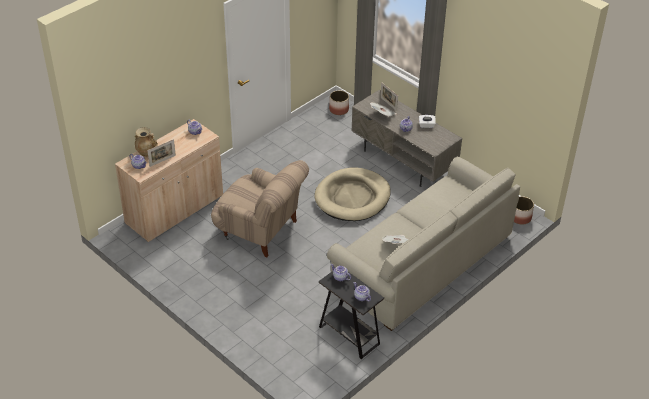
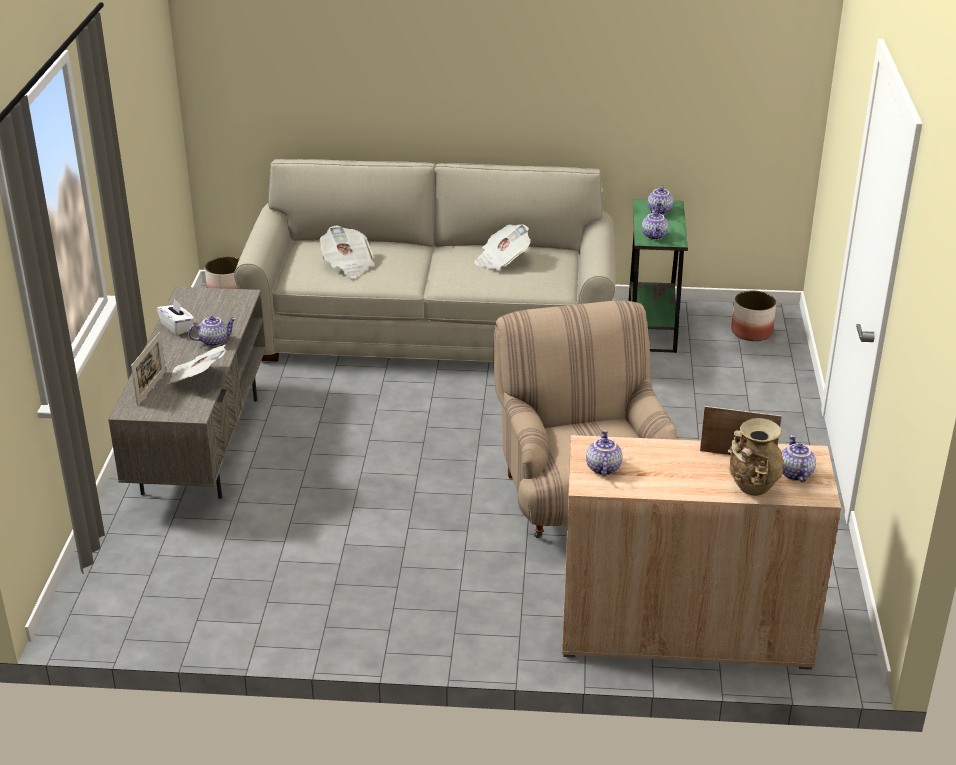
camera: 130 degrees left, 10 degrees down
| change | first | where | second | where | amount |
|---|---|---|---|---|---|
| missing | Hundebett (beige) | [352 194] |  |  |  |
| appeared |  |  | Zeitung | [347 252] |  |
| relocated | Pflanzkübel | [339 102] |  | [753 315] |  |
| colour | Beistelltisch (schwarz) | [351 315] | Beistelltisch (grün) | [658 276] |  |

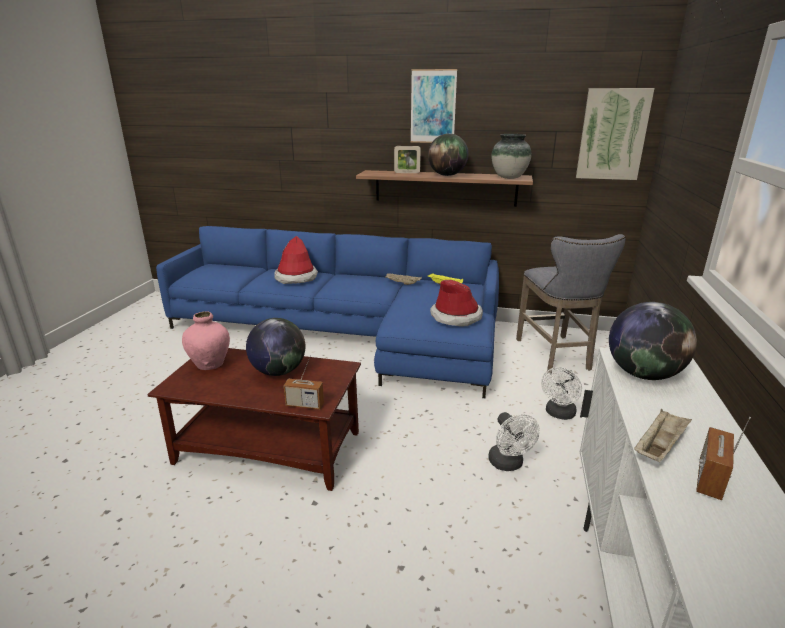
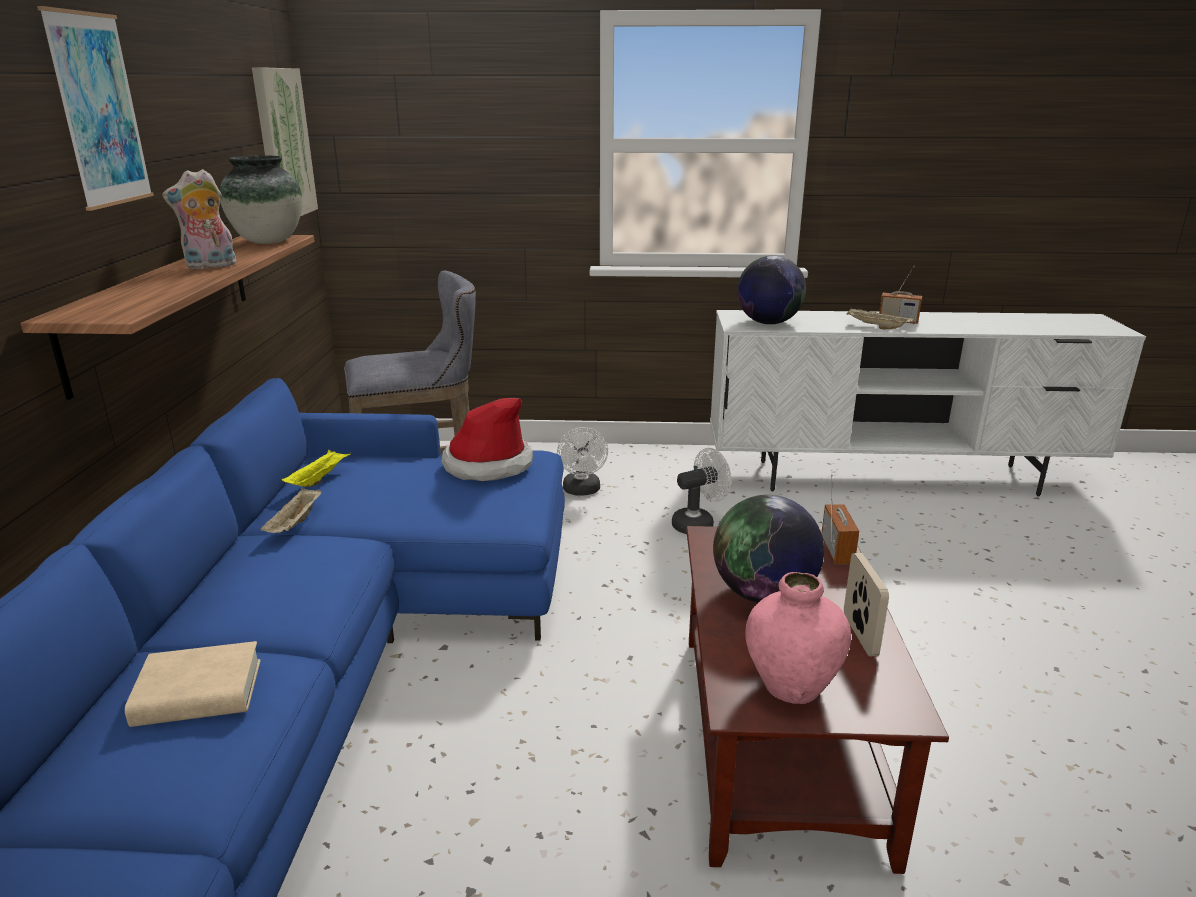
camera: 100 degrees left, 0 degrees up
| change | first | where | second | where | amount |
|---|---|---|---|---|---|
| relocated | Bilderrahmen | [407 159] |  | [866 604] |  |
| exchanged | Hut | [296 260] | Buch (beige) | [193 684] |  |
| exchanged | Globus | [448 154] | Plüschtier | [199 219] |  |
| spun | Ventilator (weiß) | [561 393] |  | [582 461] | 60 degrees clockwise |

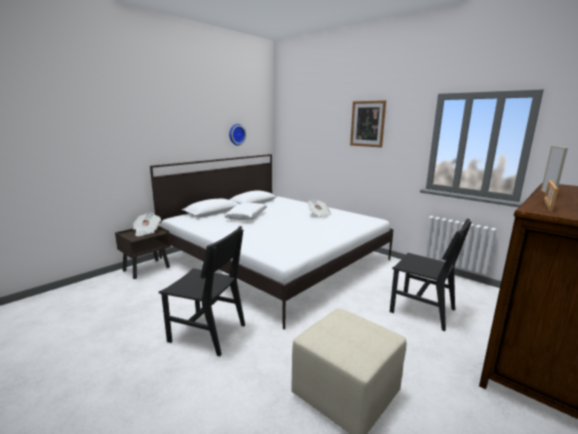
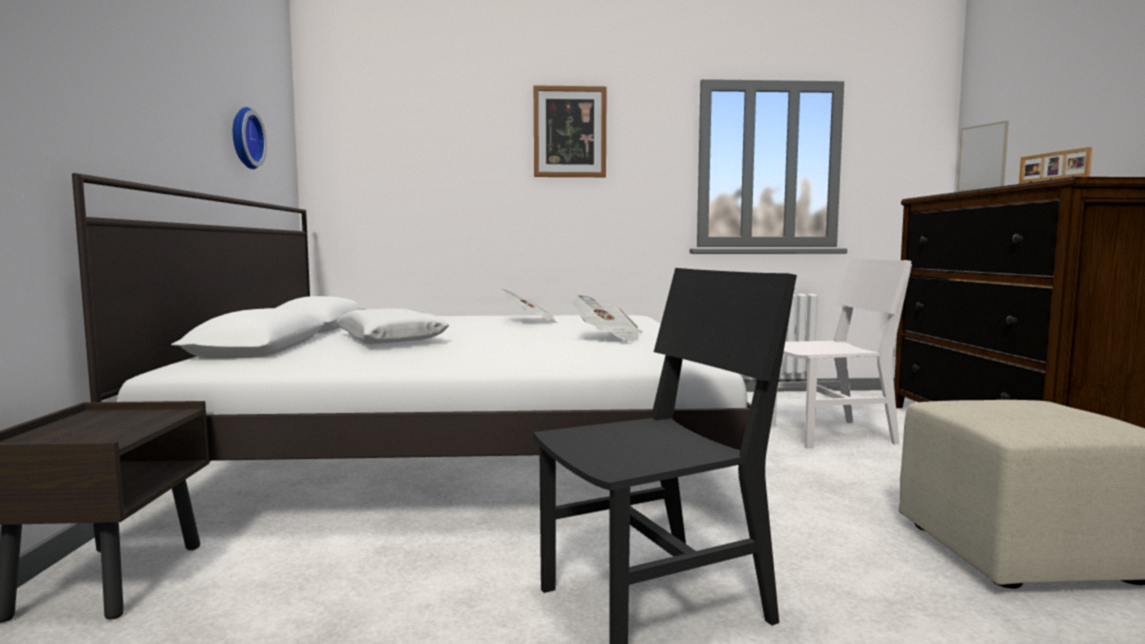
camera: 45 degrees left, 10 degrees down
| change | first | where | second | where | amount |
|---|---|---|---|---|---|
| relocated | Zeitung | [147 224] |  | [607 318] |  |
| colour | Stuhl (schwarz) | [431 274] | Stuhl (weiß) | [841 353] |  |

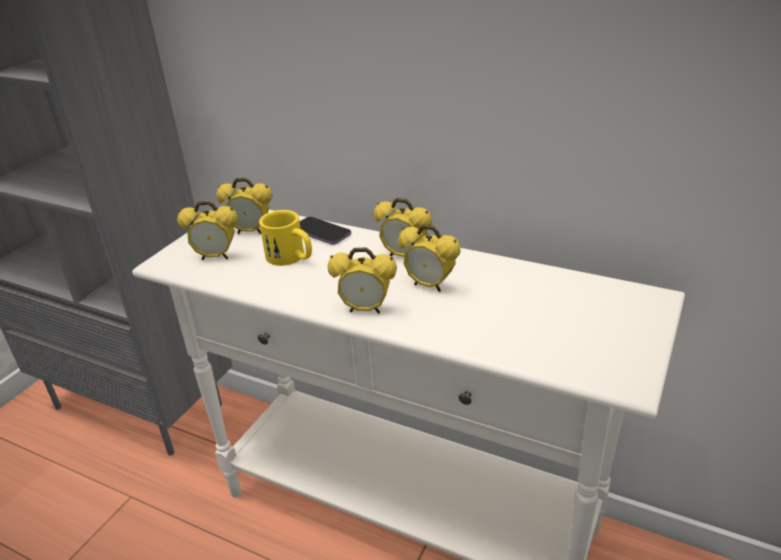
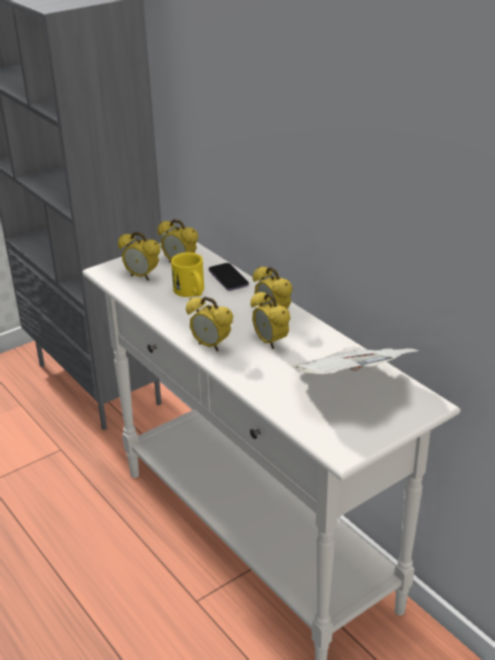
camera: 25 degrees right, 0 degrees up
| change | first | where | second | where | amount |
|---|---|---|---|---|---|
| appeared |  |  | Zeitung | [355 360] |  |

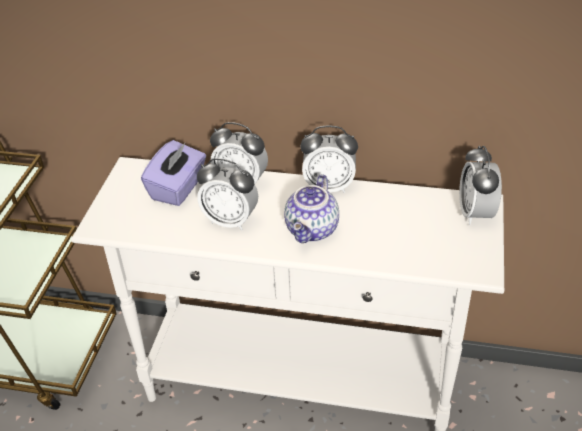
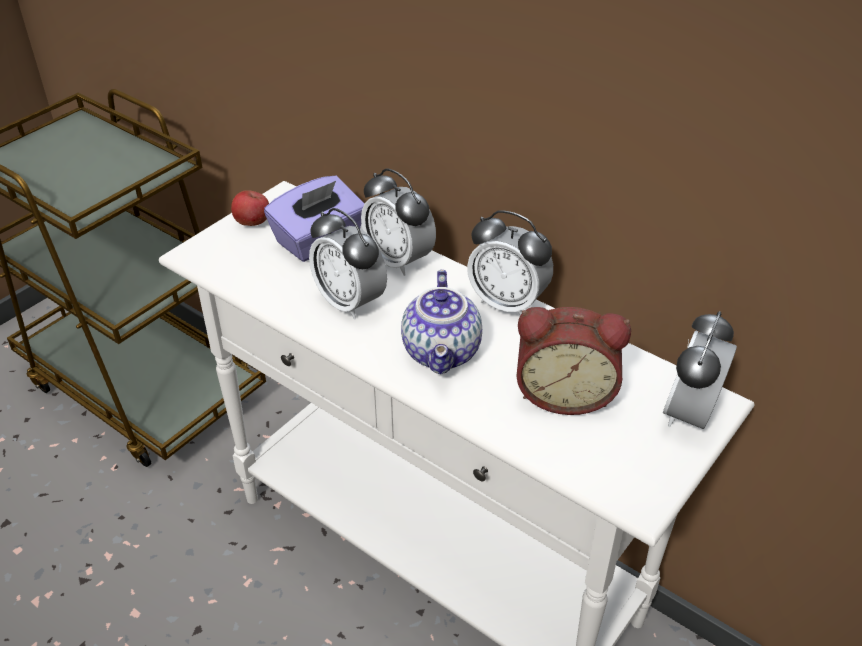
camera: 25 degrees right, 0 degrees up
| change | first | where | second | where | amount |
|---|---|---|---|---|---|
| appeared |  |  | Apfel | [250 208] |  |
| appeared |  |  | Wecker | [573 361] |  |
| spun | Teekanne | [311 208] |  | [441 322] | 45 degrees counterclockwise |

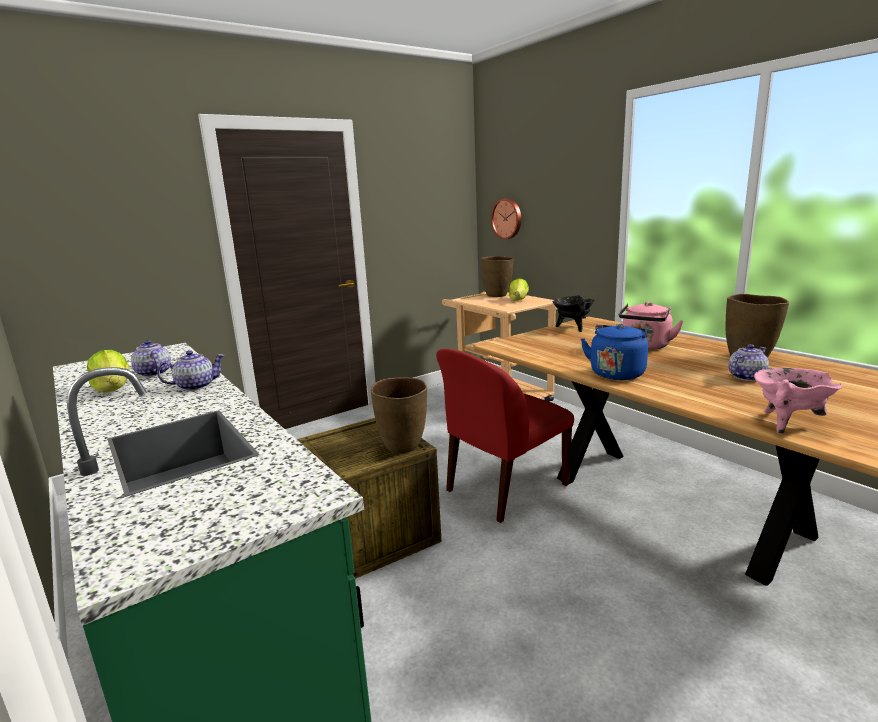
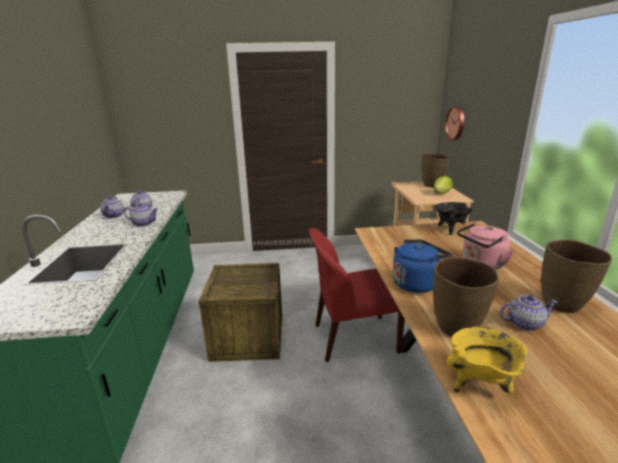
camera: 30 degrees right, 5 degrees up
| change | first | where | second | where | amount |
|---|---|---|---|---|---|
| relocated | Vase (braun) | [399 415] |  | [466 297] |  |
| exchanged | Salatkopf | [108 371] | Teekanne | [112 207] |  |
| colour | Kochtopf (rosa) | [798 401] | Kochtopf (gelb) | [487 360] |  |

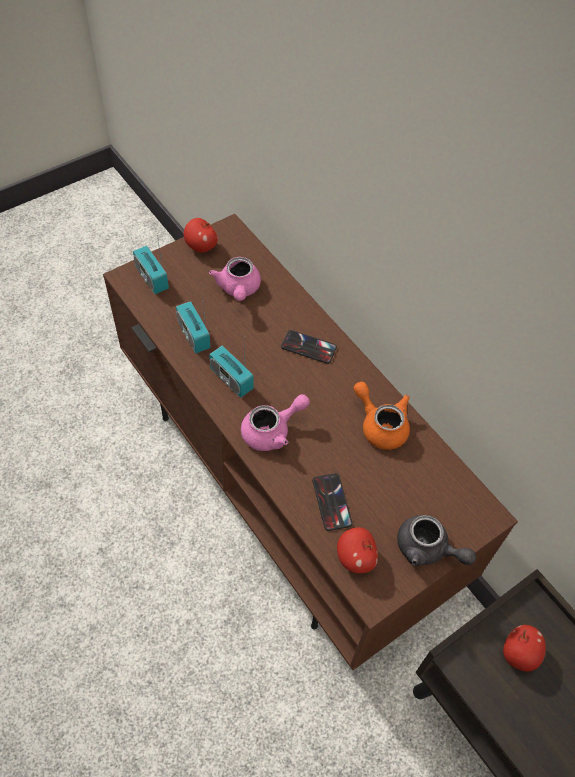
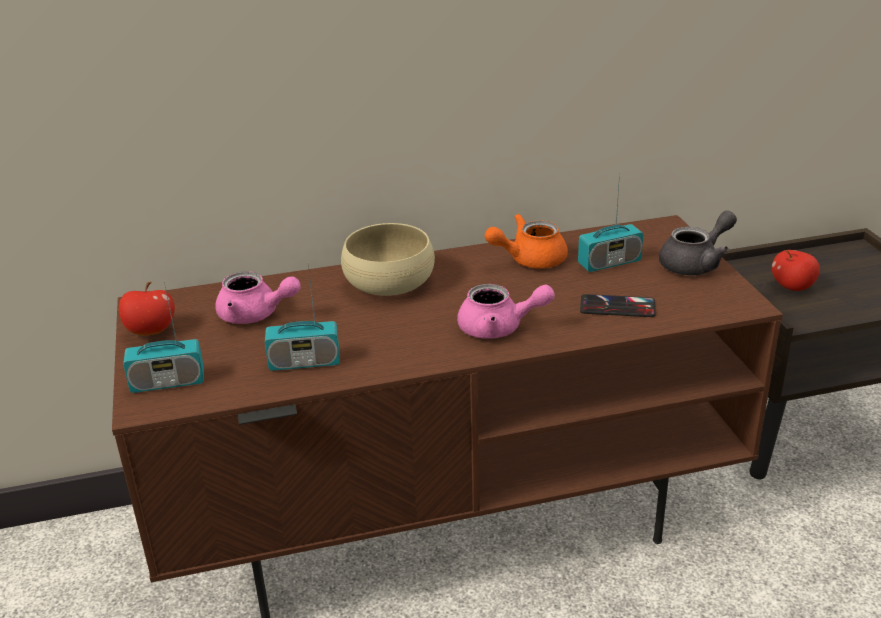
camera: 65 degrees left, 25 degrees down
| change | first | where | second | where | amount |
|---|---|---|---|---|---|
| missing | Apfel | [357 550] |  |  |  |
| relocated | Radio | [231 369] |  | [610 222] |  |
| exchanged | Handy | [309 347] | Schüssel (beige) | [388 259] |  |
| spun | Teekanne (rosa) | [275 422] |  | [506 311] | 105 degrees clockwise |

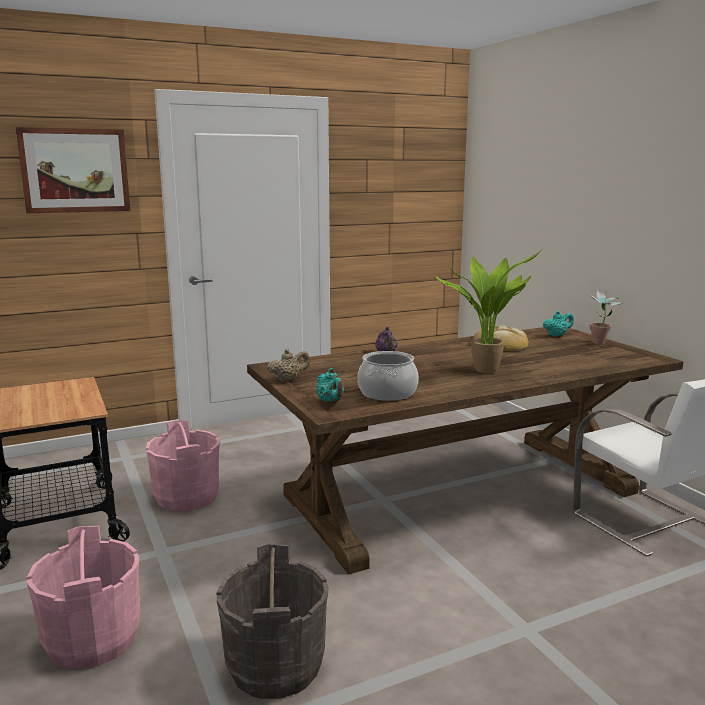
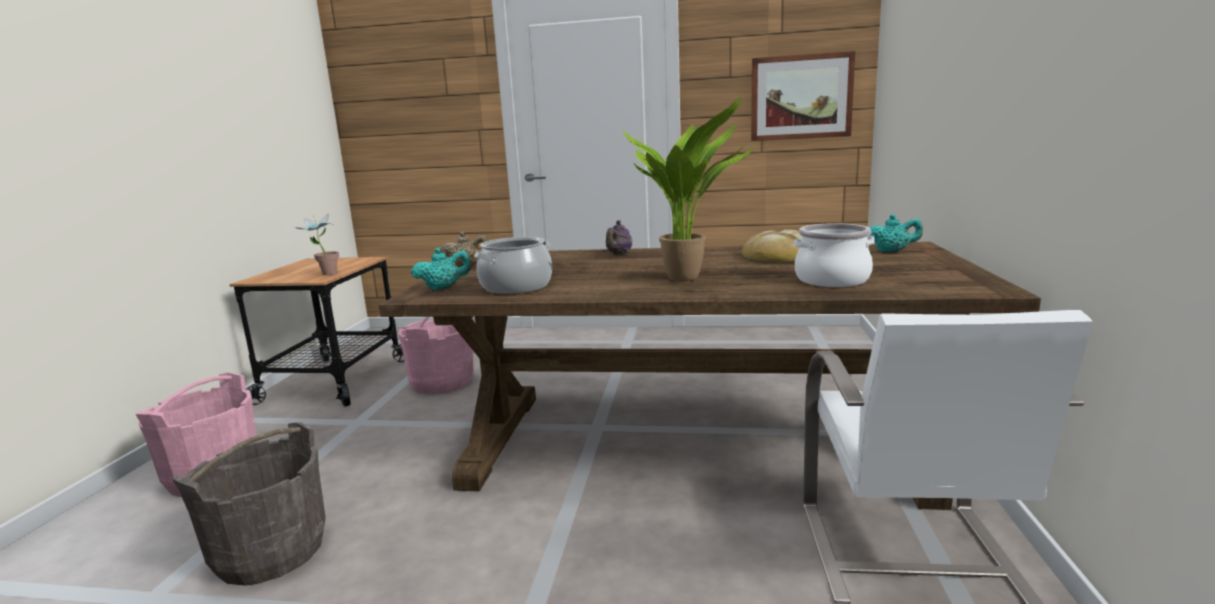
camera: 35 degrees right, 0 degrees up
| change | first | where | second | where | amount |
|---|---|---|---|---|---|
| appeared |  |  | Kochtopf | [834 255] |  |
| relocated | Bild | [73 170] |  | [803 96] |  |
| relocated | Topfpflanze | [605 317] |  | [317 244] |  |
| spun | Teekanne (türkis) | [330 385] |  | [441 269] | 120 degrees counterclockwise |

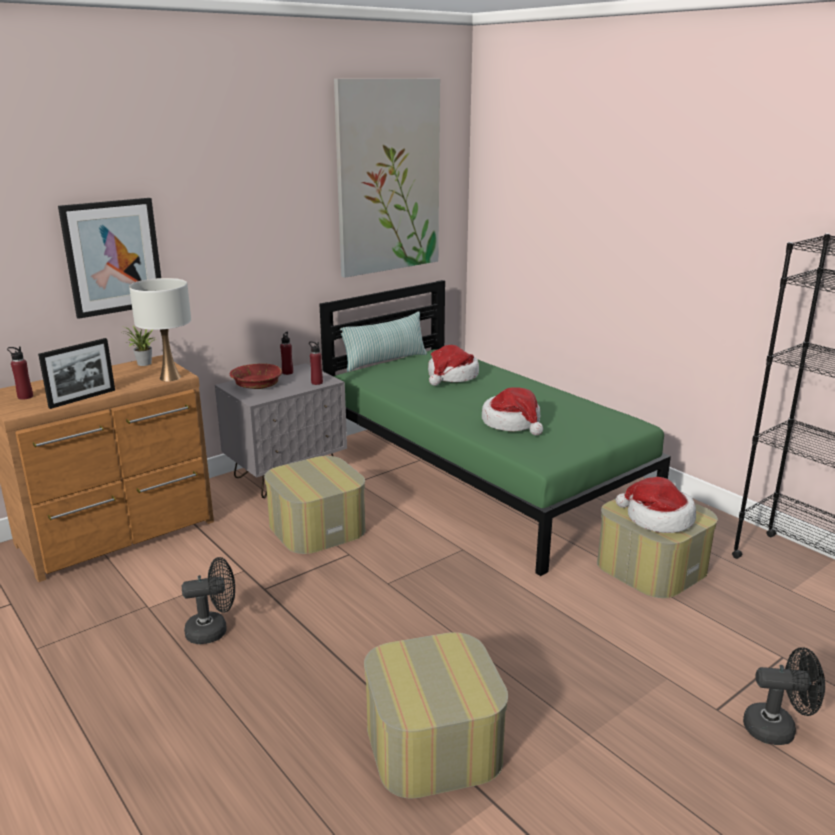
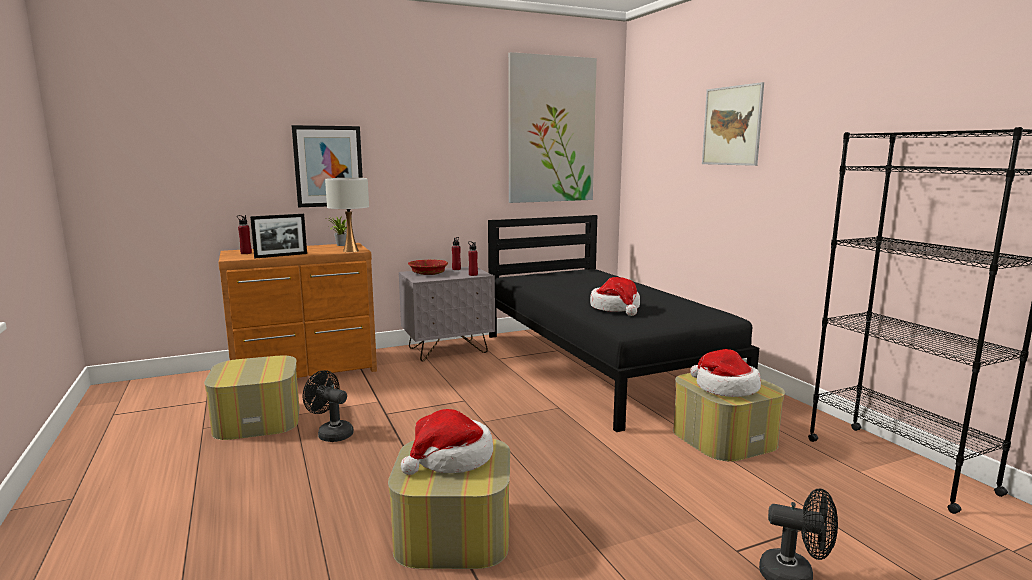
camera: 15 degrees right, 10 degrees down
| change | first | where | second | where | amount |
|---|---|---|---|---|---|
| missing | Kissen | [383 342] |  |  |  |
| appeared |  |  | Bild | [733 124] |  |
| relocated | Polsterhocker | [315 505] |  | [252 398] |  |
| relocated | Hut | [453 365] |  | [447 442] |  |
| colour | Bett (grün) | [495 428] | Bett (schwarz) | [623 323] |  |
| spun | Ventilator (schwarz) | [208 600] |  | [328 406] | 150 degrees counterclockwise |

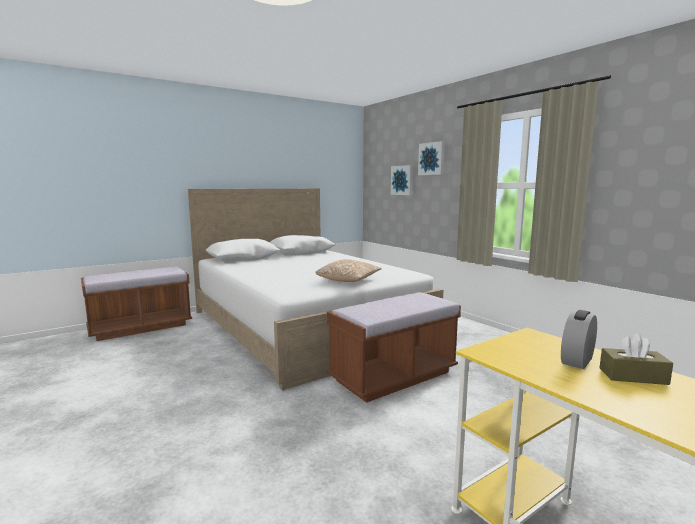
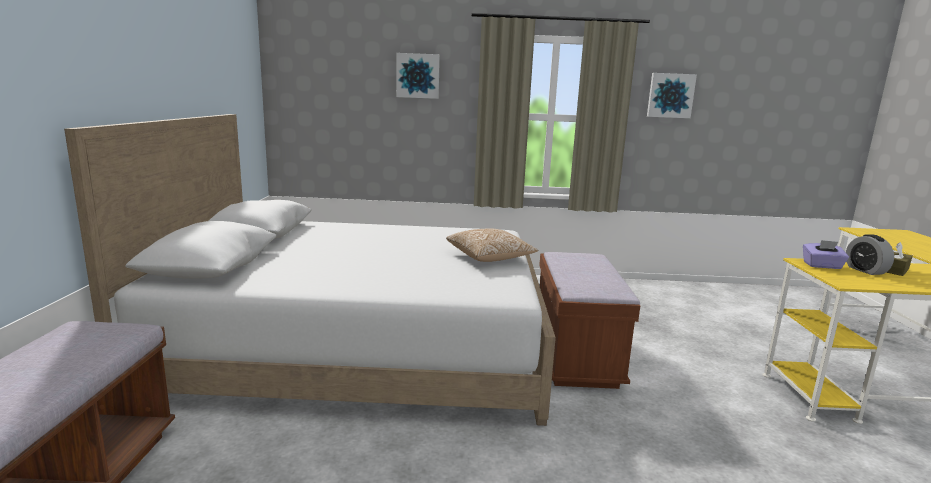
camera: 55 degrees left, 5 degrees up
| change | first | where | second | where | amount |
|---|---|---|---|---|---|
| appeared |  |  | Taschentuchbox (lila) | [826 254] |  |
| relocated | Bild | [402 180] |  | [672 95] |  |

